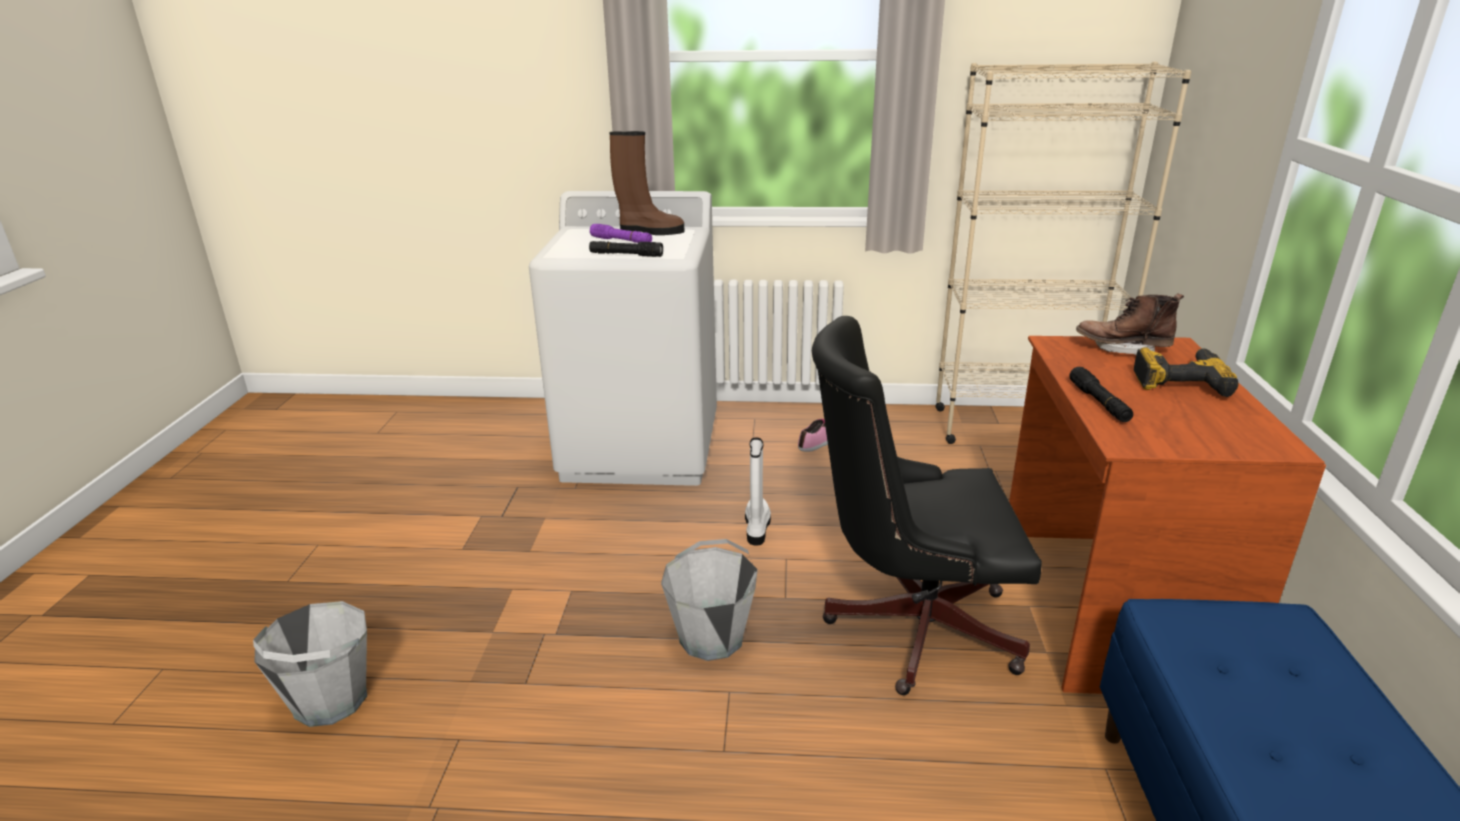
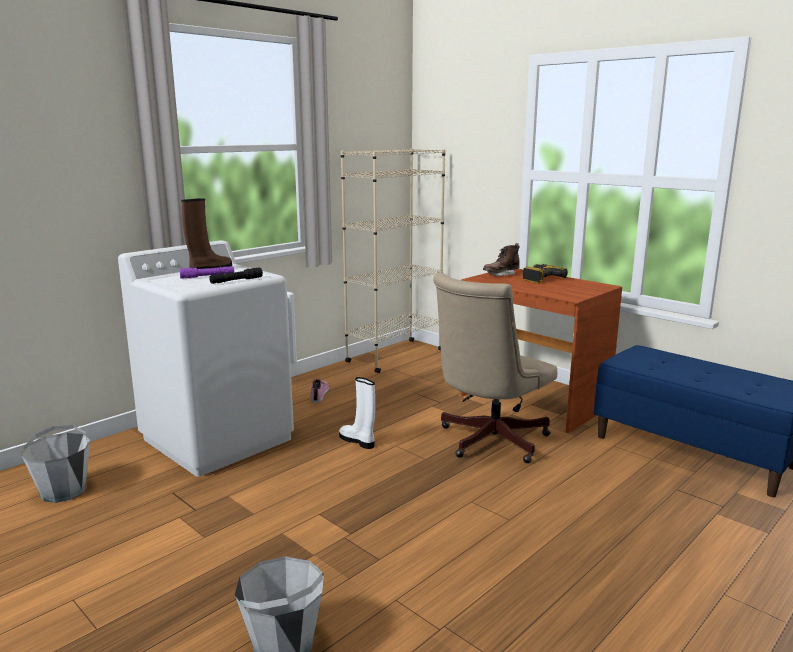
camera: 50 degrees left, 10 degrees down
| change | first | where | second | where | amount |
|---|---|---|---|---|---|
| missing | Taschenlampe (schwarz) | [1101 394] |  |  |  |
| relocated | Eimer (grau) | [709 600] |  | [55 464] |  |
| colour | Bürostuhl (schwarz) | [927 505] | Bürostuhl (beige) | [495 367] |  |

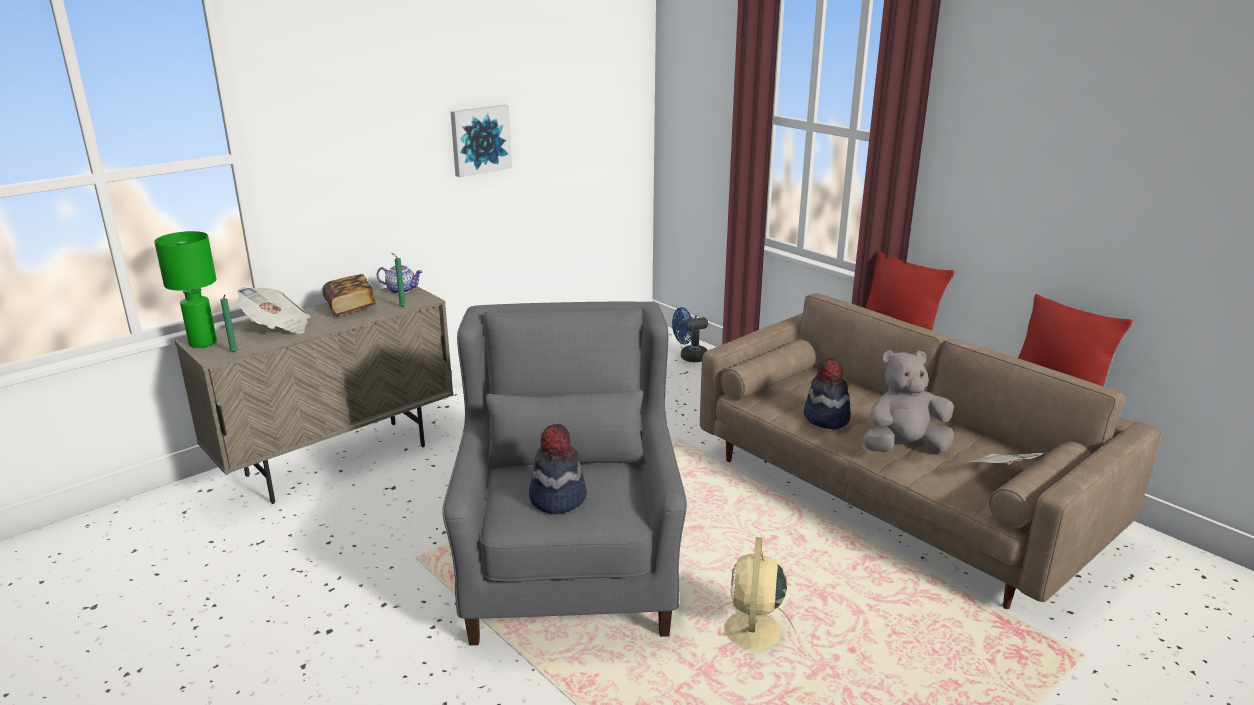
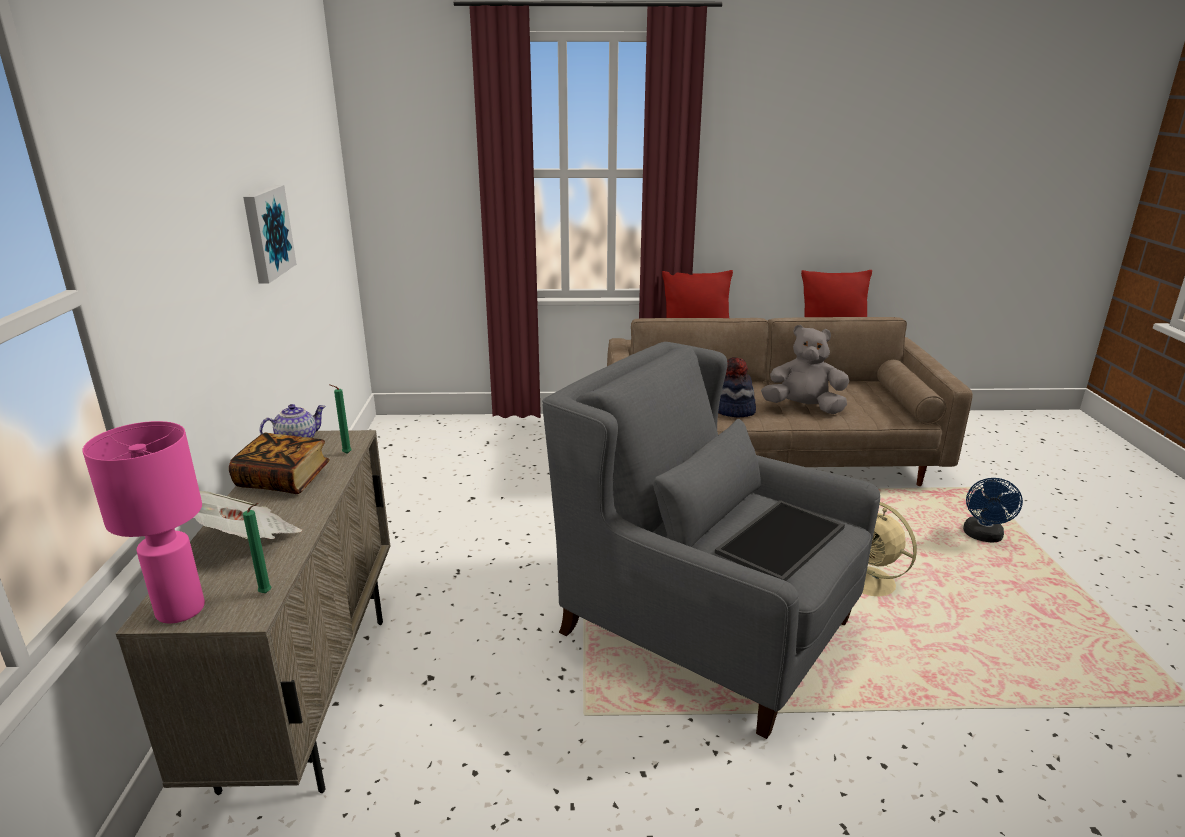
camera: 50 degrees left, 0 degrees up
| change | first | where | second | where | amount |
|---|---|---|---|---|---|
| missing | Zeitung | [1006 459] |  |  |  |
| relocated | Ventilator (blau) | [690 334] |  | [993 510] |  |
| exchanged | Hut | [558 469] | Tablett | [780 540] |  |
| colour | Tischlampe (grün) | [185 289] | Tischlampe (rosa) | [144 522] |  |
| spun | Plüschtier (grau) | [908 401] |  | [805 369] | 75 degrees clockwise |

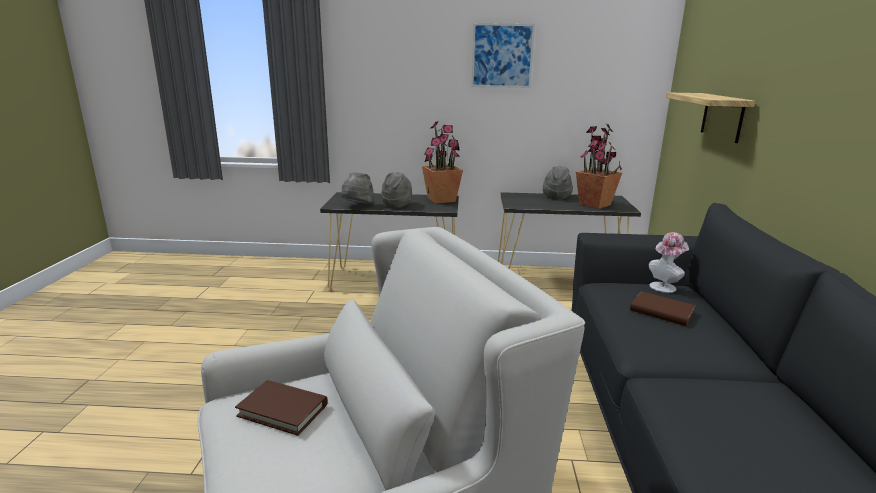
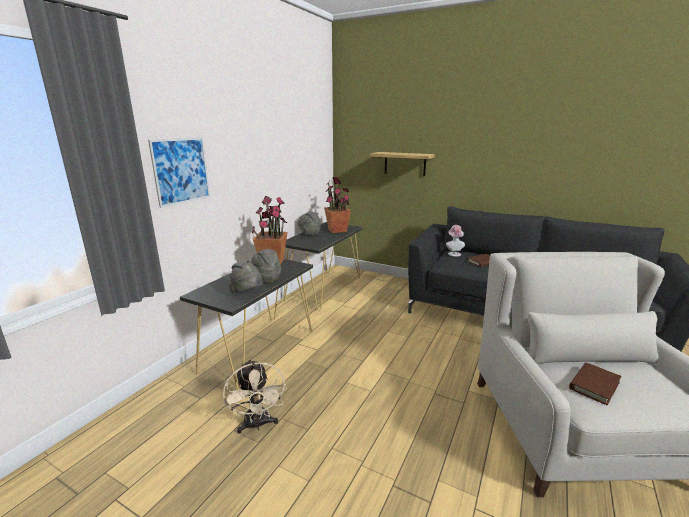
camera: 65 degrees left, 0 degrees up
| change | first | where | second | where | amount |
|---|---|---|---|---|---|
| appeared |  |  | Ventilator (beige) | [255 396] |  |
| relocated | Bild | [503 55] |  | [179 172] |  |

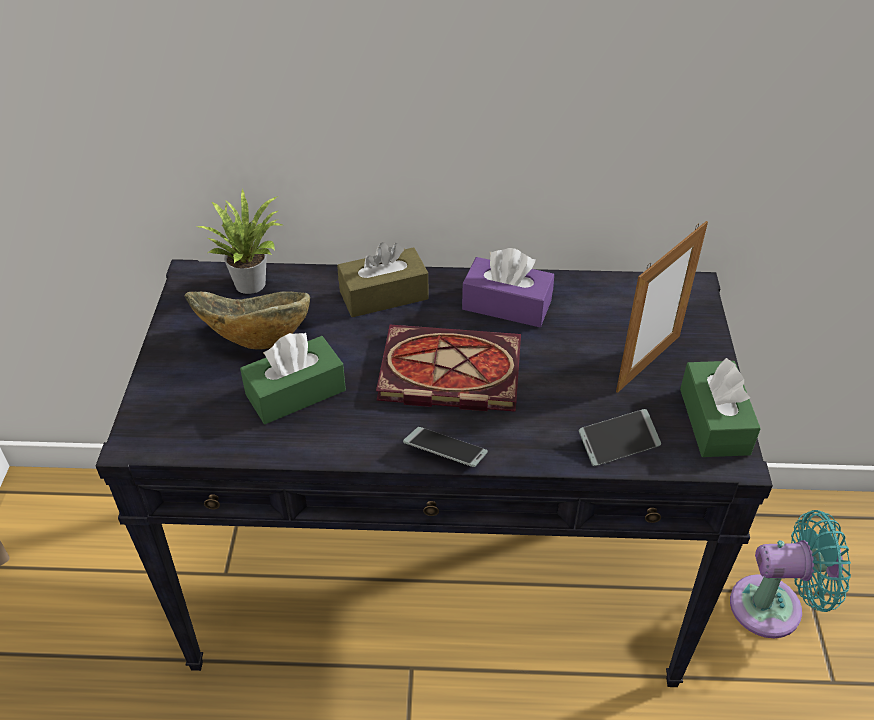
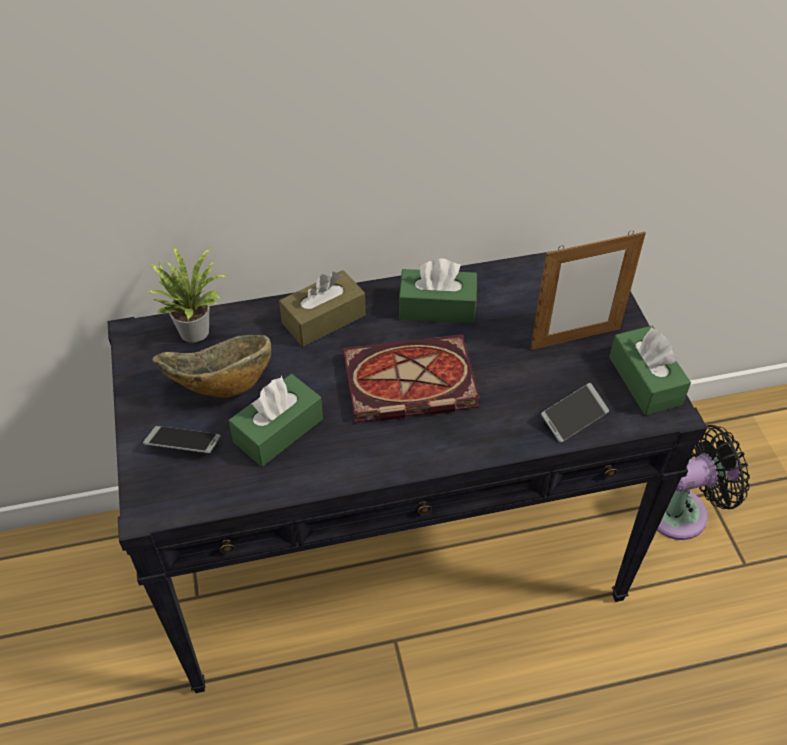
camera: 15 degrees left, 5 degrees up
| change | first | where | second | where | amount |
|---|---|---|---|---|---|
| relocated | Handy | [445 447] |  | [182 439] |  |
| colour | Taschentuchbox (lila) | [508 287] | Taschentuchbox (grün) | [438 291] |  |
| colour | Ventilator (türkis) | [790 574] | Ventilator (schwarz) | [703 482] |  |
| spun | Bilderrahmen | [662 307] |  | [588 290] | 45 degrees clockwise |

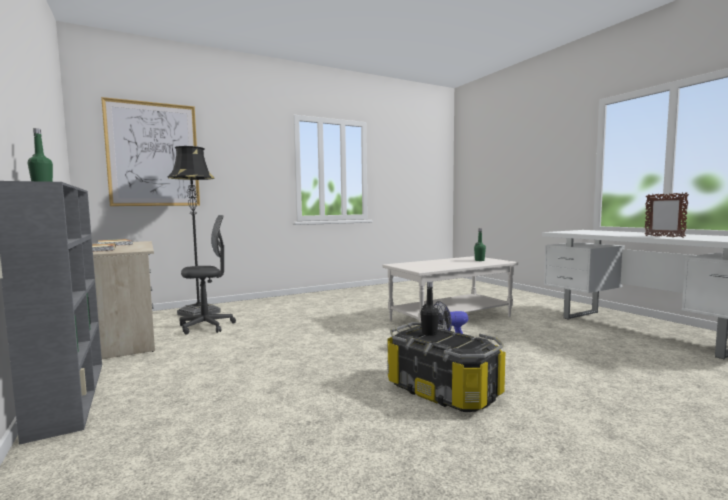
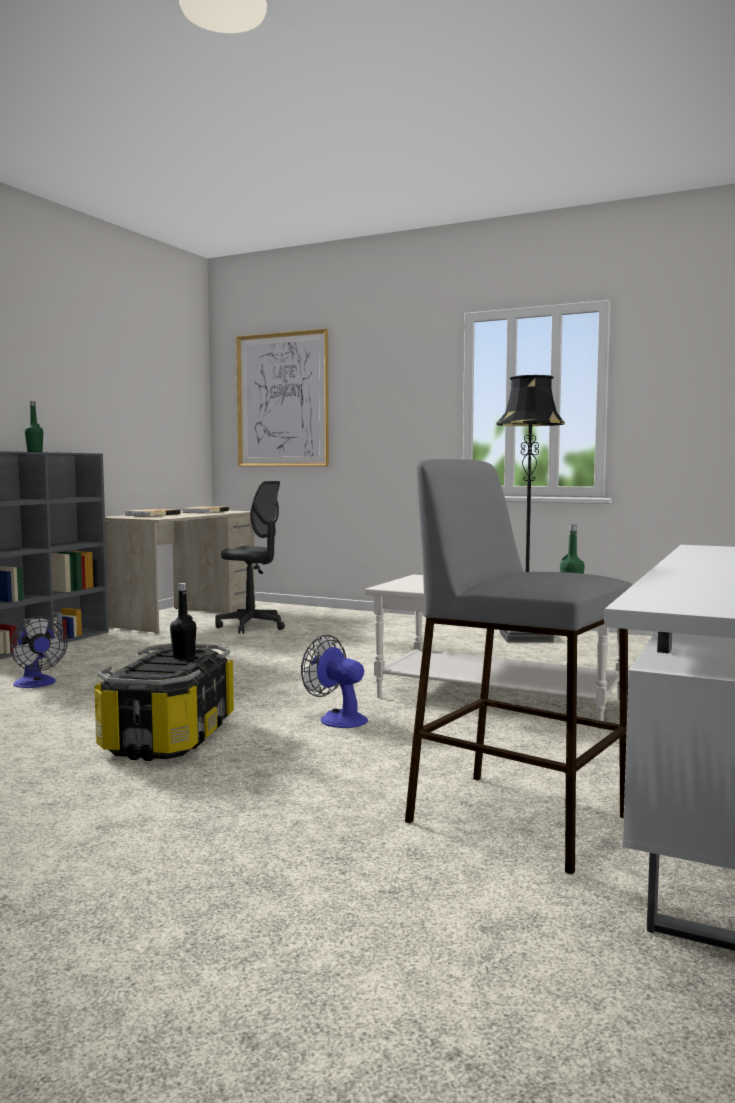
camera: 55 degrees right, 0 degrees up
| change | first | where | second | where | amount |
|---|---|---|---|---|---|
| missing | Bilderrahmen | [667 215] |  |  |  |
| appeared |  |  | Ventilator | [39 652] |  |
| appeared |  |  | Hocker (grau) | [518 666] |  |
| relocated | Stehlampe (schwarz) | [194 231] |  | [530 508] |  |

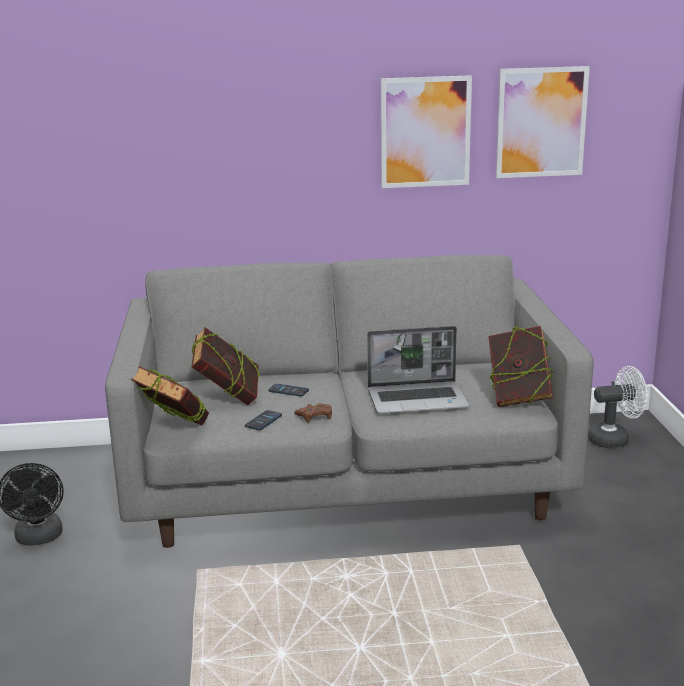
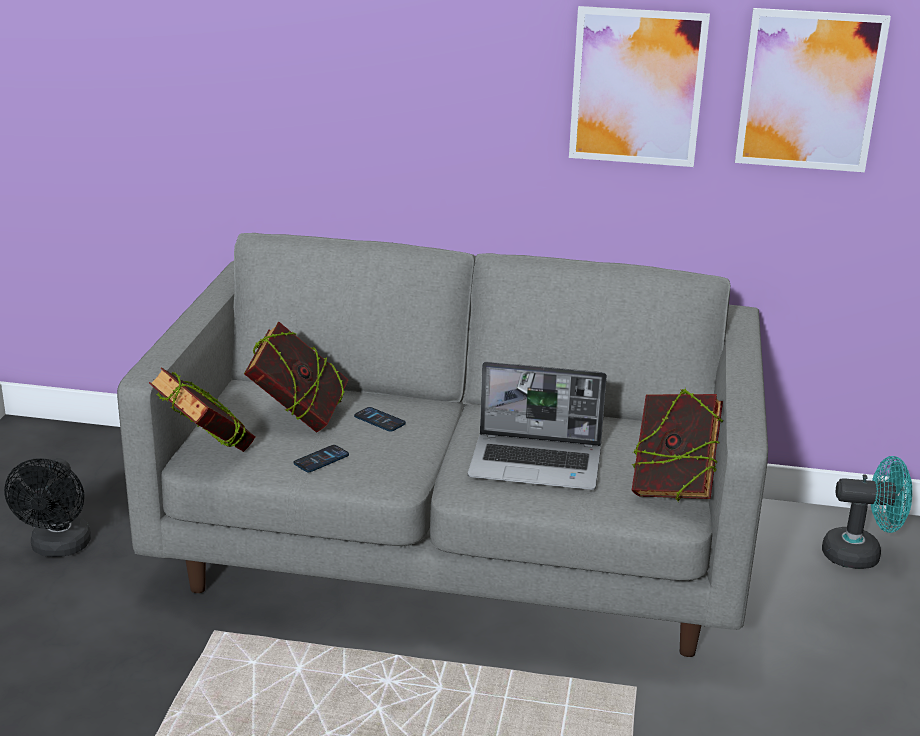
camera: 15 degrees right, 5 degrees up
| change | first | where | second | where | amount |
|---|---|---|---|---|---|
| missing | Gamepad (braun) | [313 413] |  |  |  |
| colour | Ventilator (weiß) | [617 407] | Ventilator (türkis) | [867 512] |  |

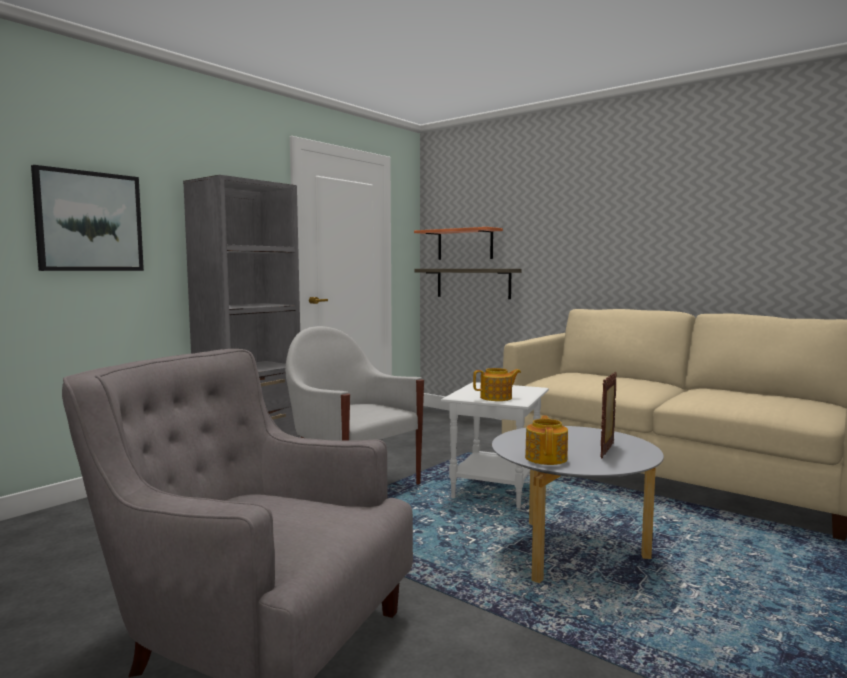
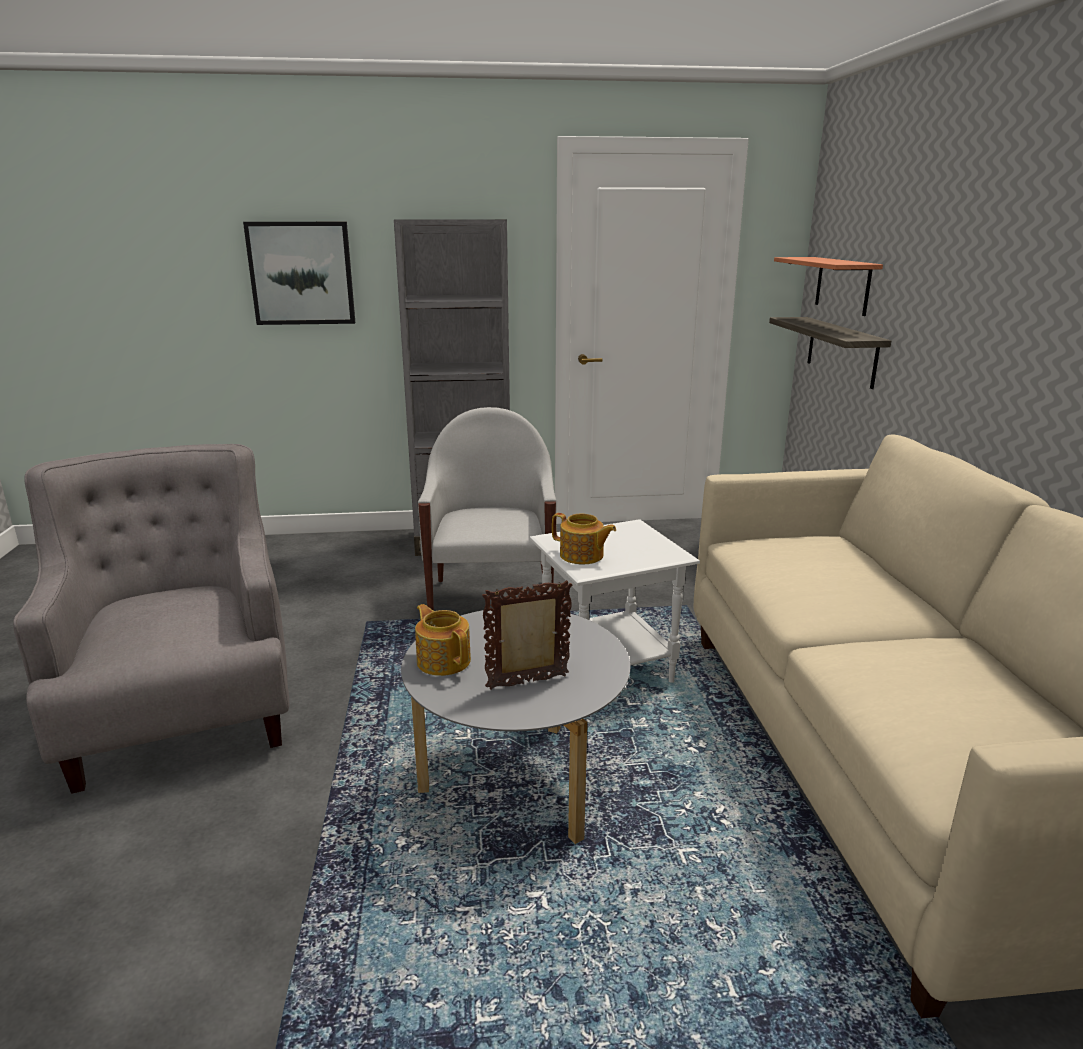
camera: 45 degrees right, 15 degrees up
| change | first | where | second | where | amount |
|---|---|---|---|---|---|
| spun | Teekanne | [546 440] |  | [443 640] | 90 degrees counterclockwise |

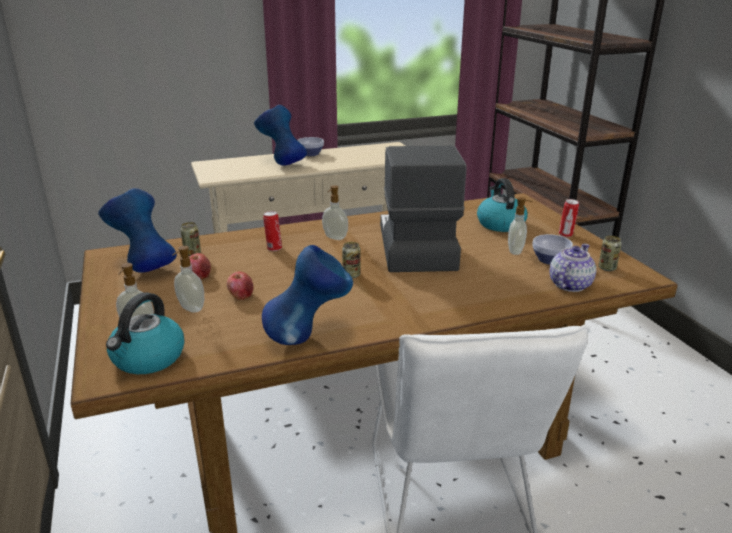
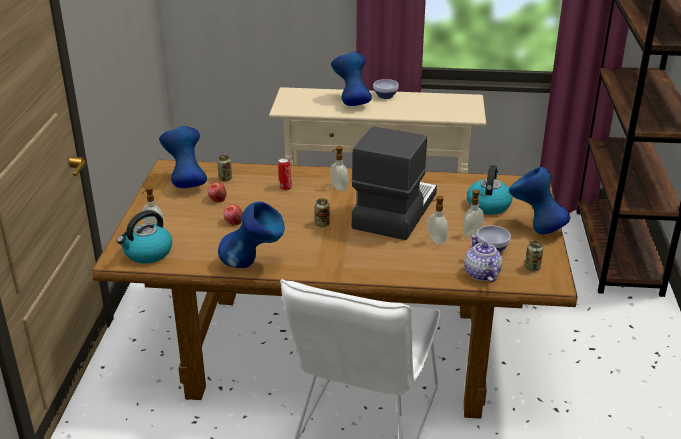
camera: 25 degrees right, 5 degrees up
| change | first | where | second | where | amount |
|---|---|---|---|---|---|
| relocated | Seifenspender | [188 279] |  | [438 220] |  |
| exchanged | Dose | [569 218] | Vase (blau) | [539 200] |  |
| spun | Teekanne | [573 268] |  | [483 258] | 75 degrees counterclockwise |

